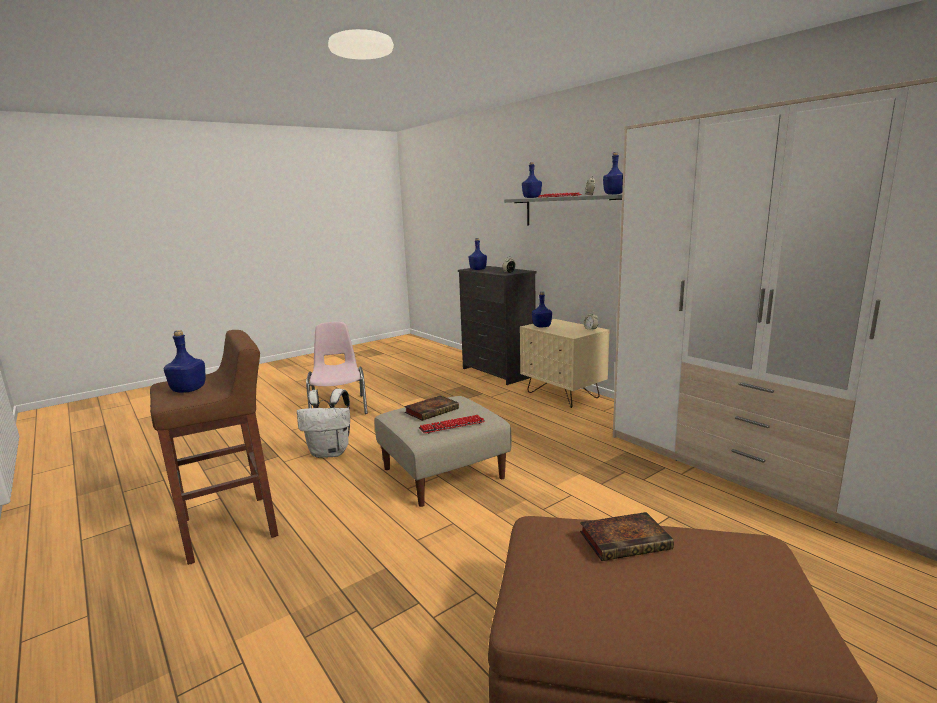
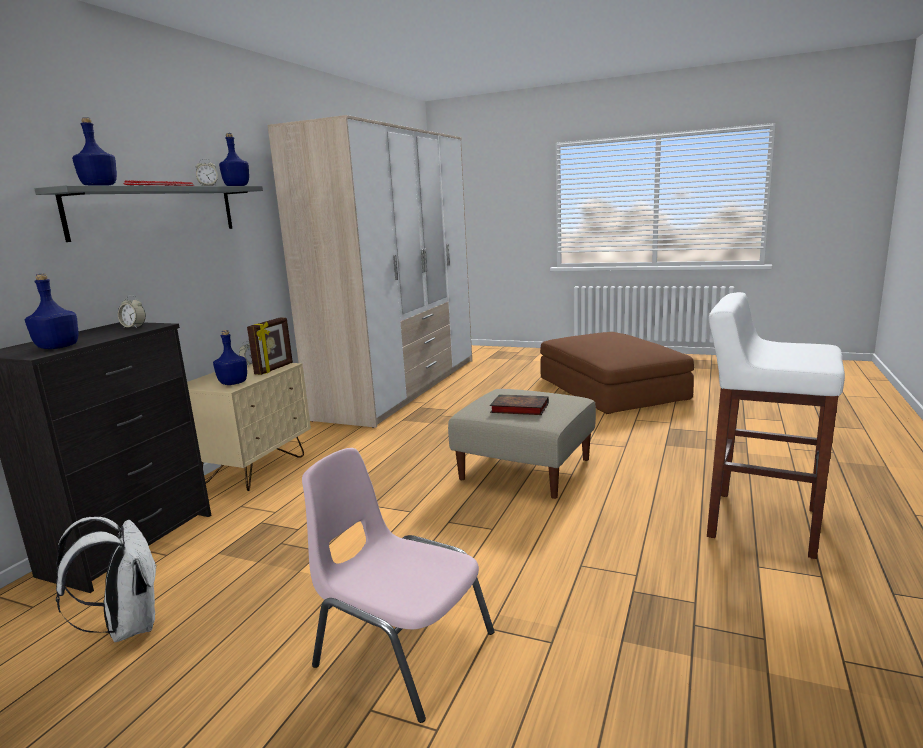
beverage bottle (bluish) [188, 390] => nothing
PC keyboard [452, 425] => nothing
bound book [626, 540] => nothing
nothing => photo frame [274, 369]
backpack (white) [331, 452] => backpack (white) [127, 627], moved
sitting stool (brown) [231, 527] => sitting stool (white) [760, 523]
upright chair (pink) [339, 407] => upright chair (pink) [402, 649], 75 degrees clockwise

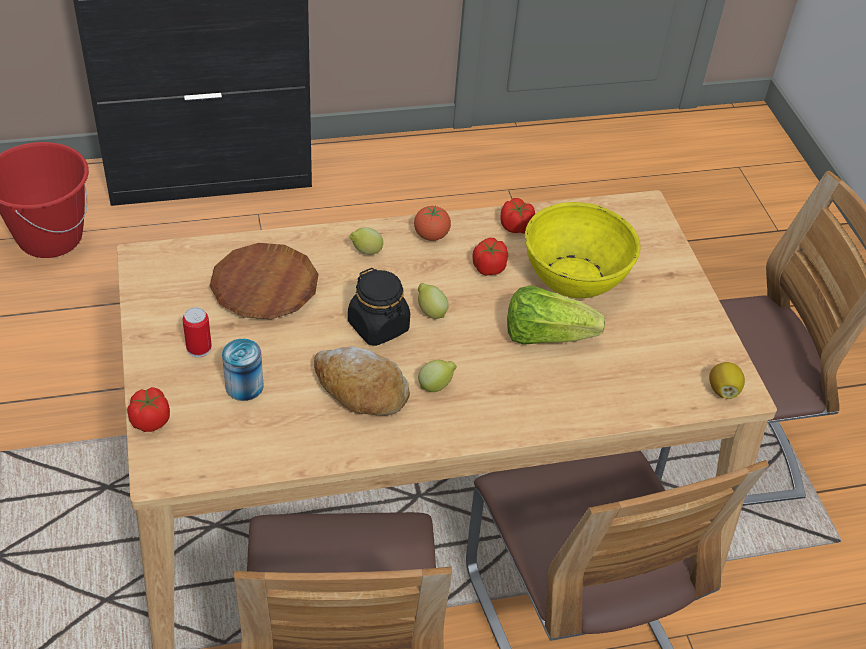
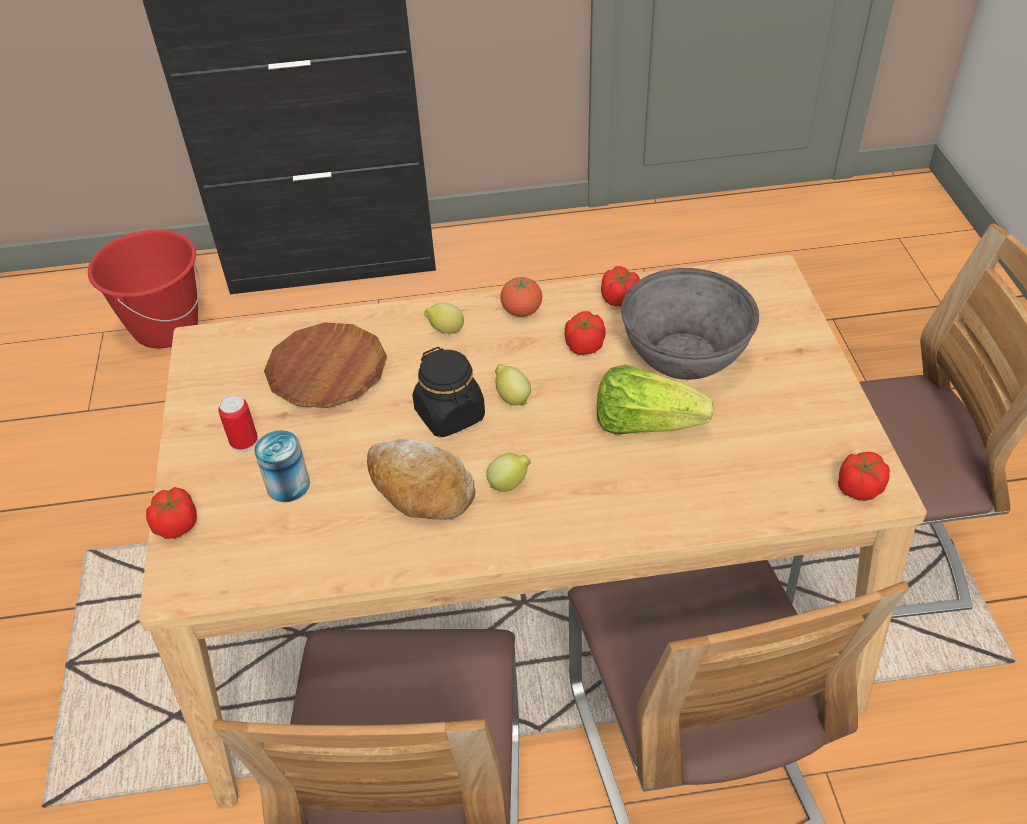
whole lemon [723, 390] => whole tomato [858, 488]
deep dish (yellowish) [575, 277] => deep dish (grey) [684, 355]

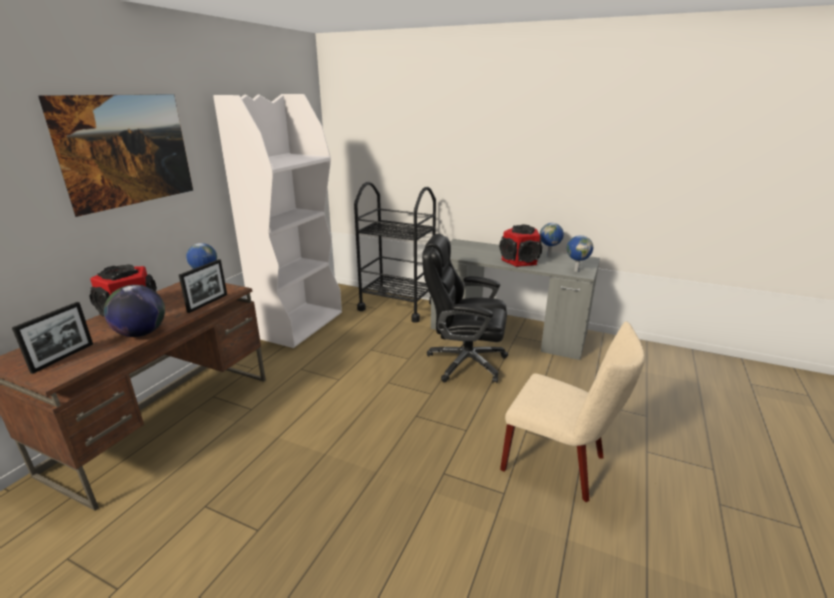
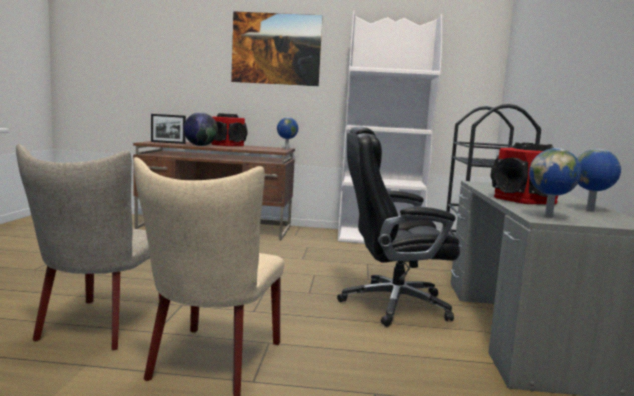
photo frame [208, 303] => nothing
nothing => upright chair (sand-coloured) [98, 327]
desk chair (blackish) [464, 362] => desk chair (blackish) [392, 304], 90 degrees counterclockwise

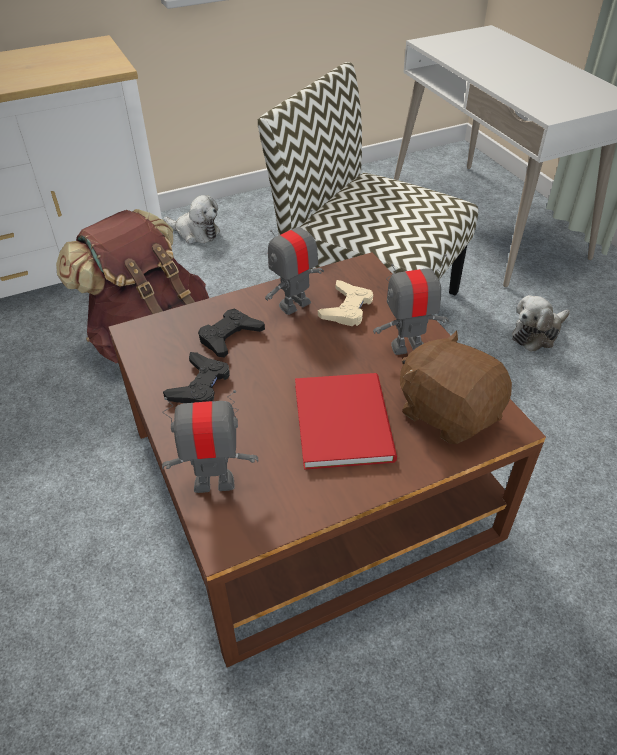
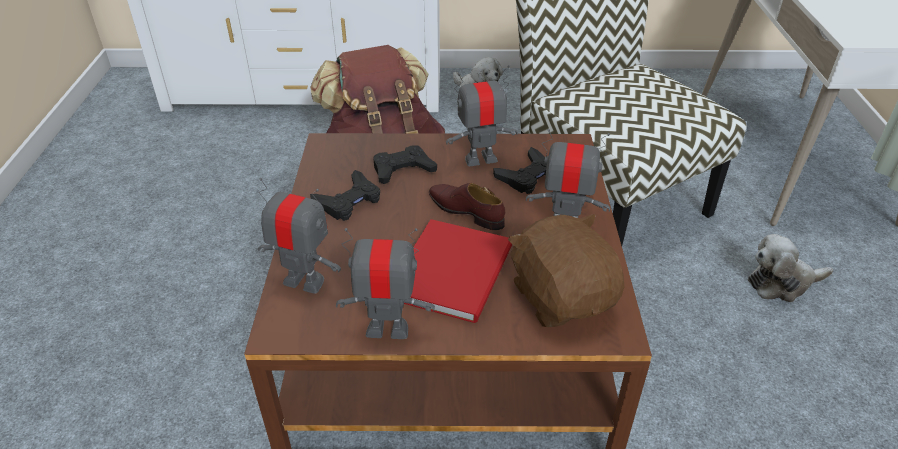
nothing => model robot [387, 329]
nothing => item of footwear (brown) [466, 211]
joypad (sand-coloured) [347, 308] => joypad (blackish) [528, 176]

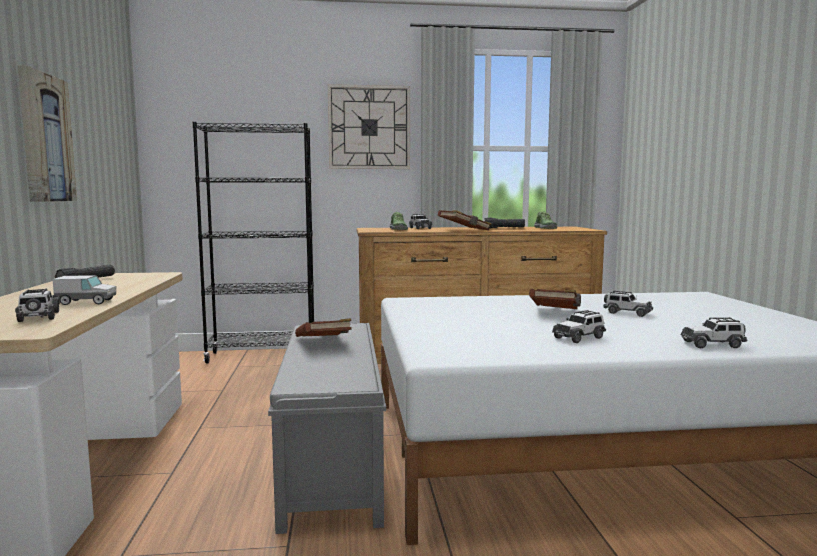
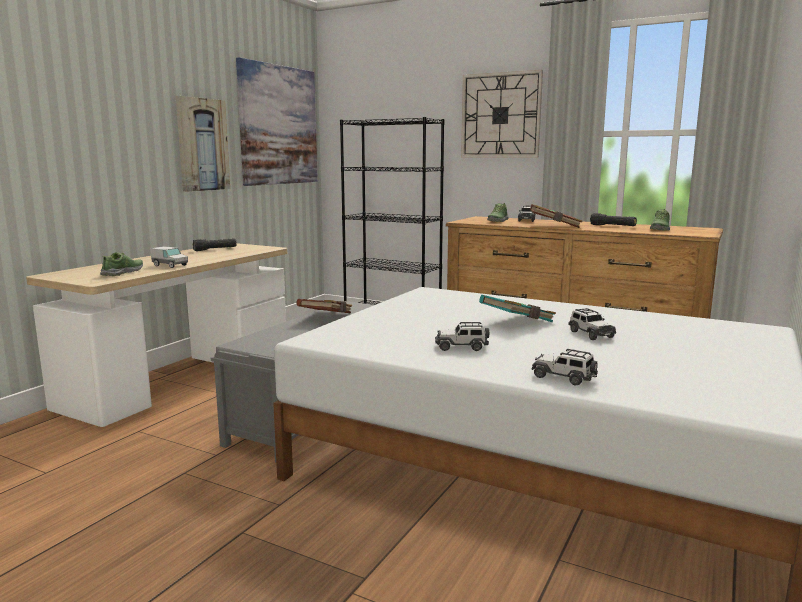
nothing => wall picture [278, 125]
toy car [39, 317] => item of footwear [123, 272]
bound book (brown) [556, 313] => bound book (turquoise-coloured) [518, 322]

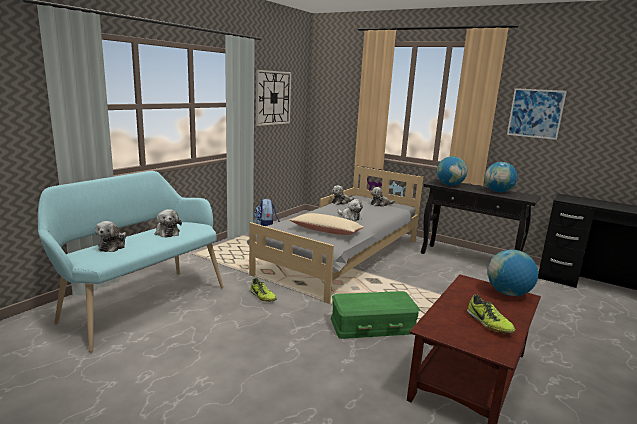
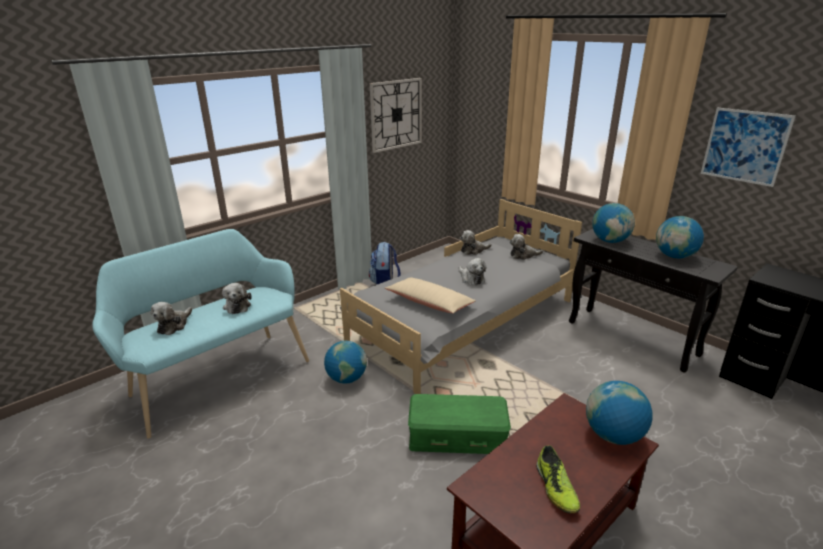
item of footwear [262, 297] => globe [346, 378]

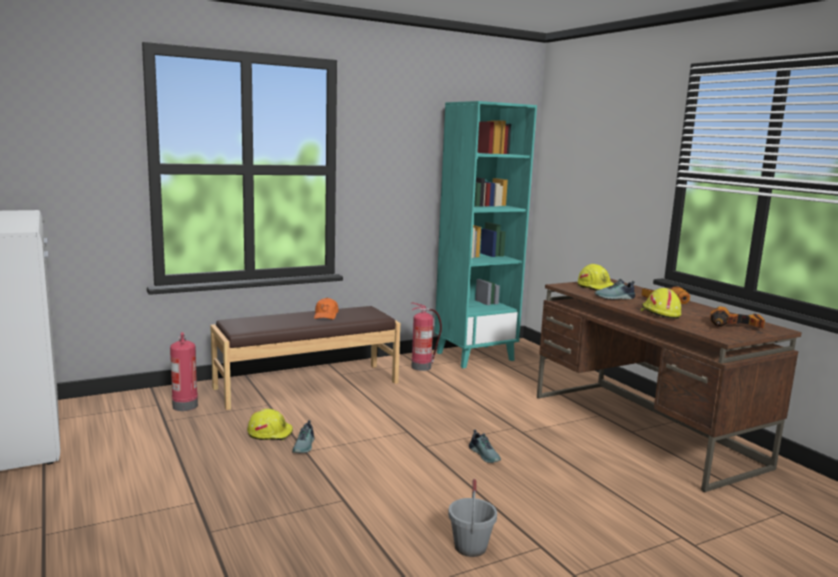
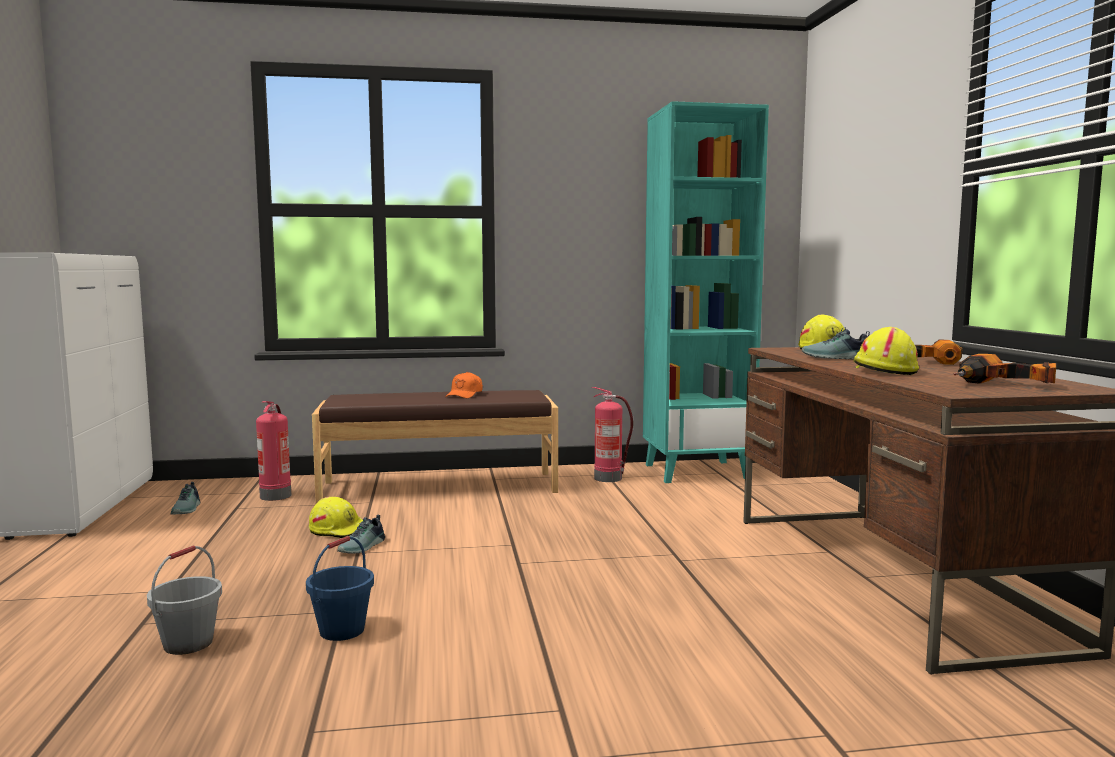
nothing => water bucket (bluish) [342, 630]
water bucket (grey) [470, 547] => water bucket (grey) [188, 643], moved
item of footwear [485, 455] => item of footwear [188, 509], moved

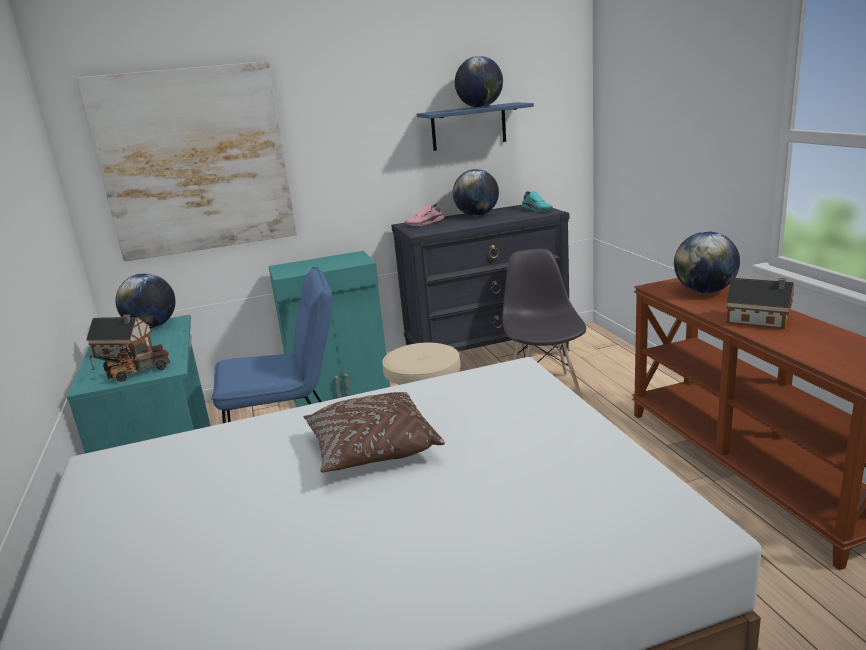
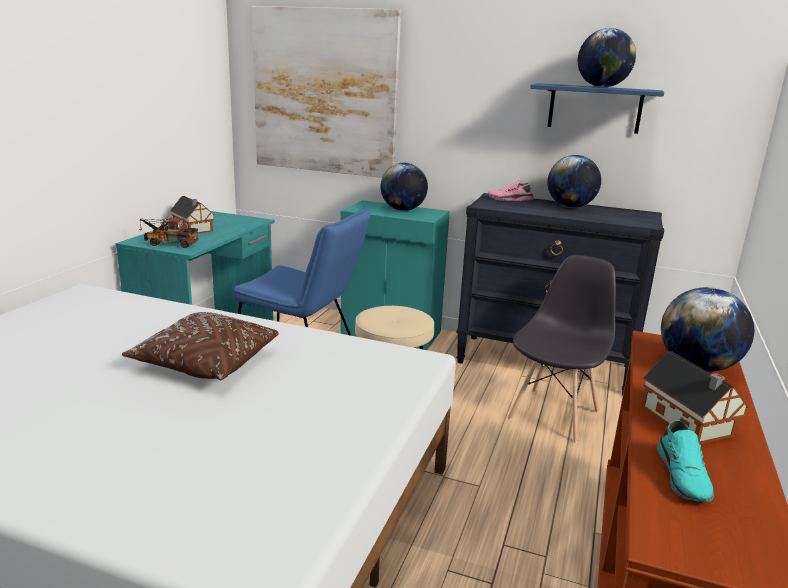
globe [152, 326] => globe [403, 210], moved
item of footwear (turquoise-coloured) [538, 209] => item of footwear (turquoise-coloured) [684, 476], moved

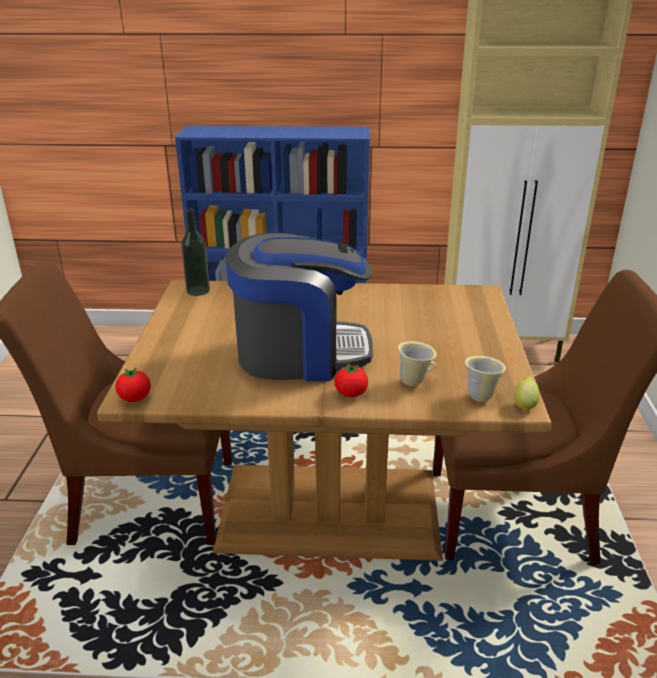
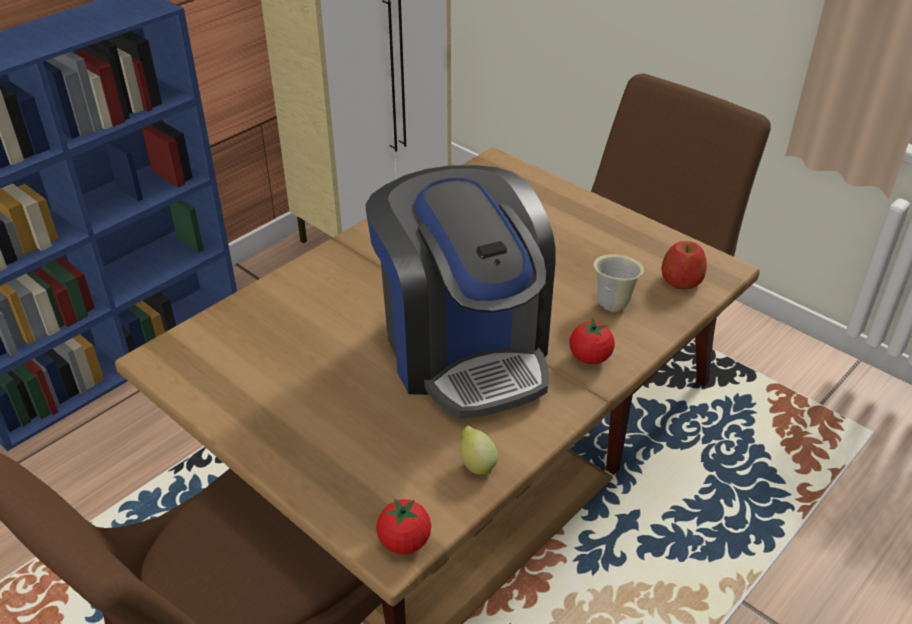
beverage bottle [198, 290] => nothing
whole lemon [525, 405] => whole lemon [476, 464], moved
tea mug (sand-coloured) [481, 396] => apple fruit [682, 280]
coffee machine [300, 353] => coffee machine [464, 348], 120 degrees clockwise

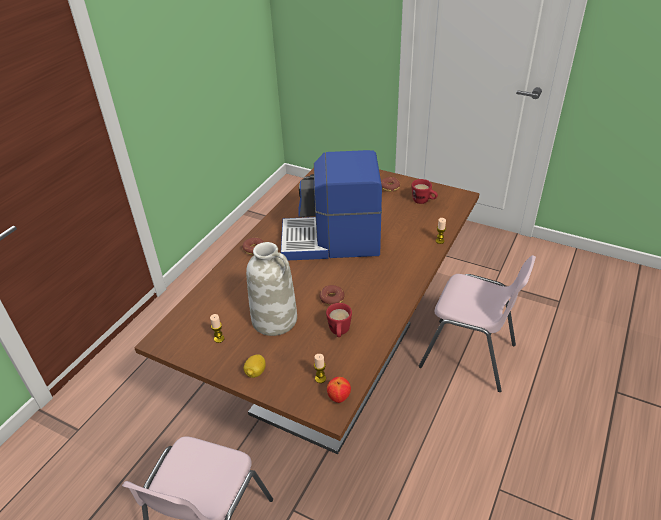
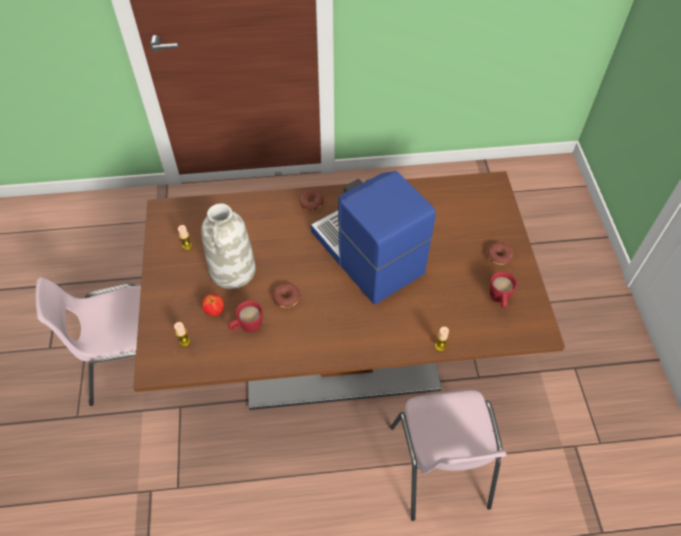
whole lemon [255, 372] => nothing
apple fruit [339, 398] => apple fruit [215, 311], moved

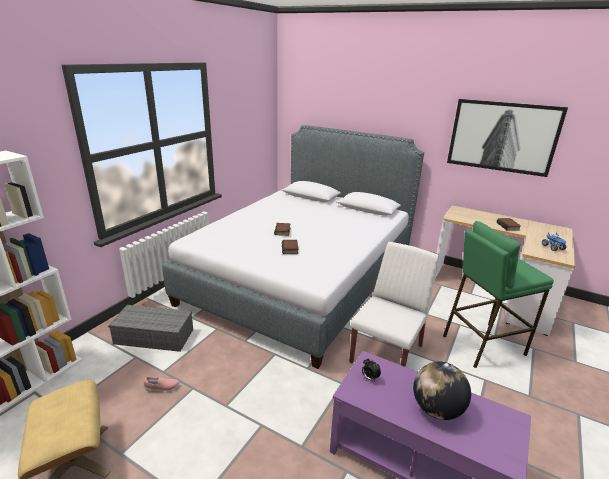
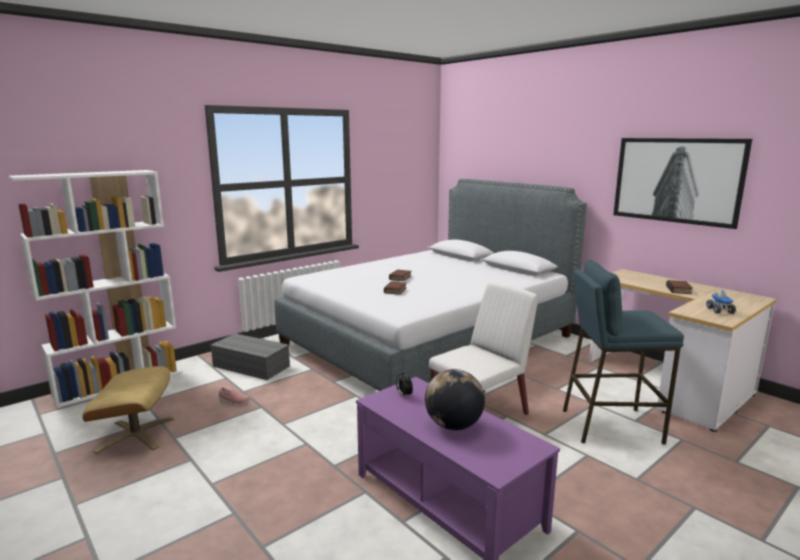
sitting stool (green) [482, 344] => sitting stool (bluish) [610, 425]

